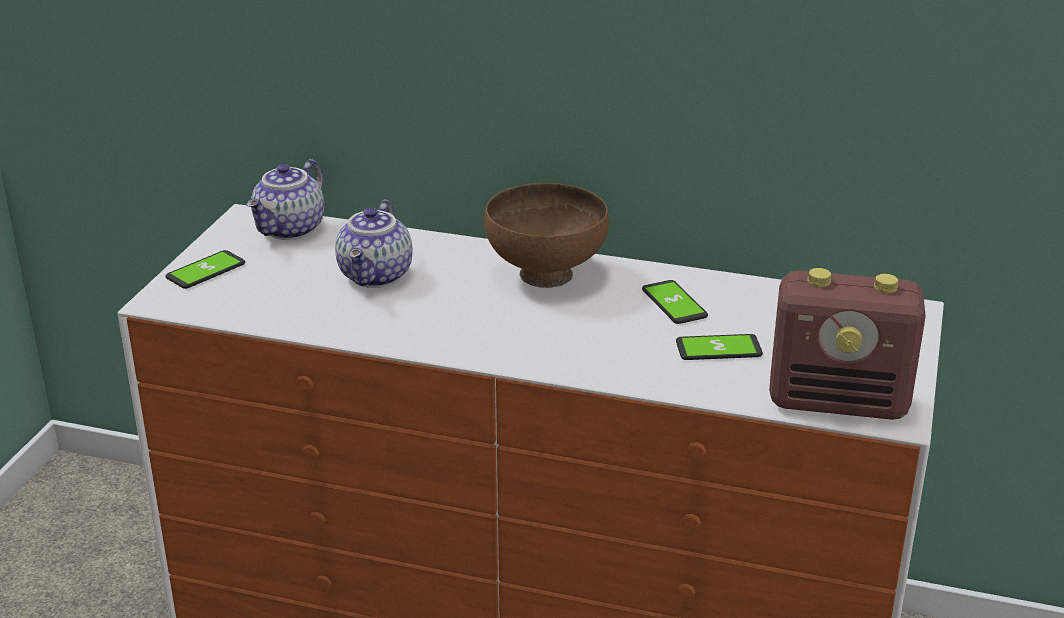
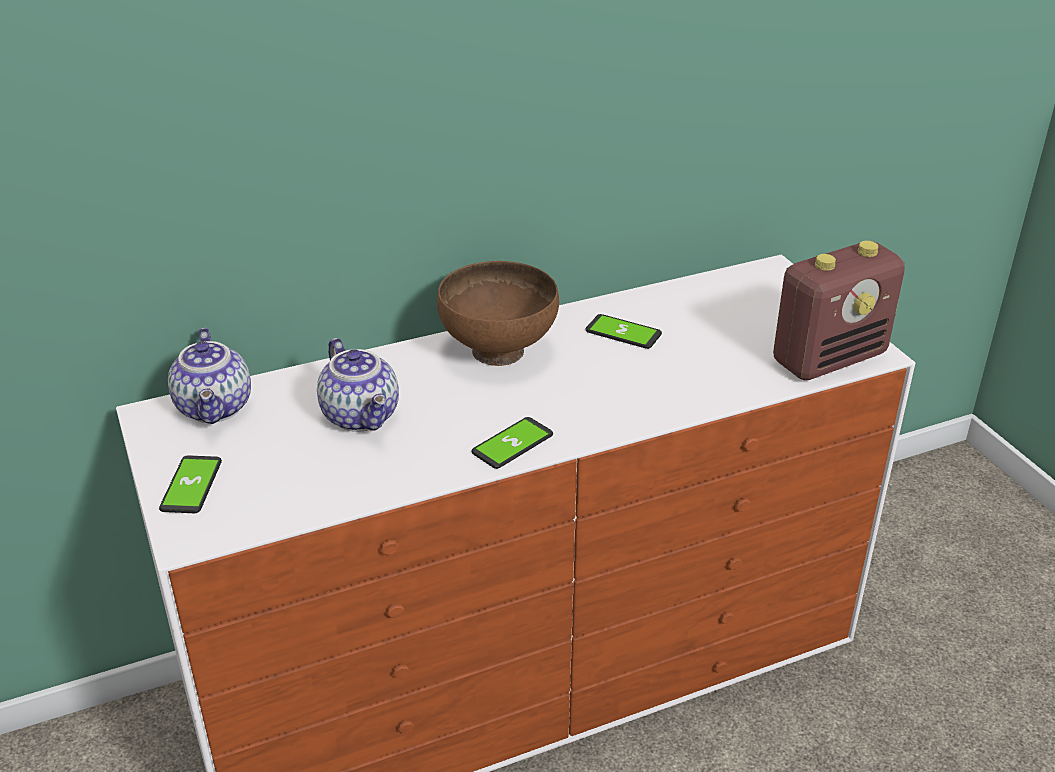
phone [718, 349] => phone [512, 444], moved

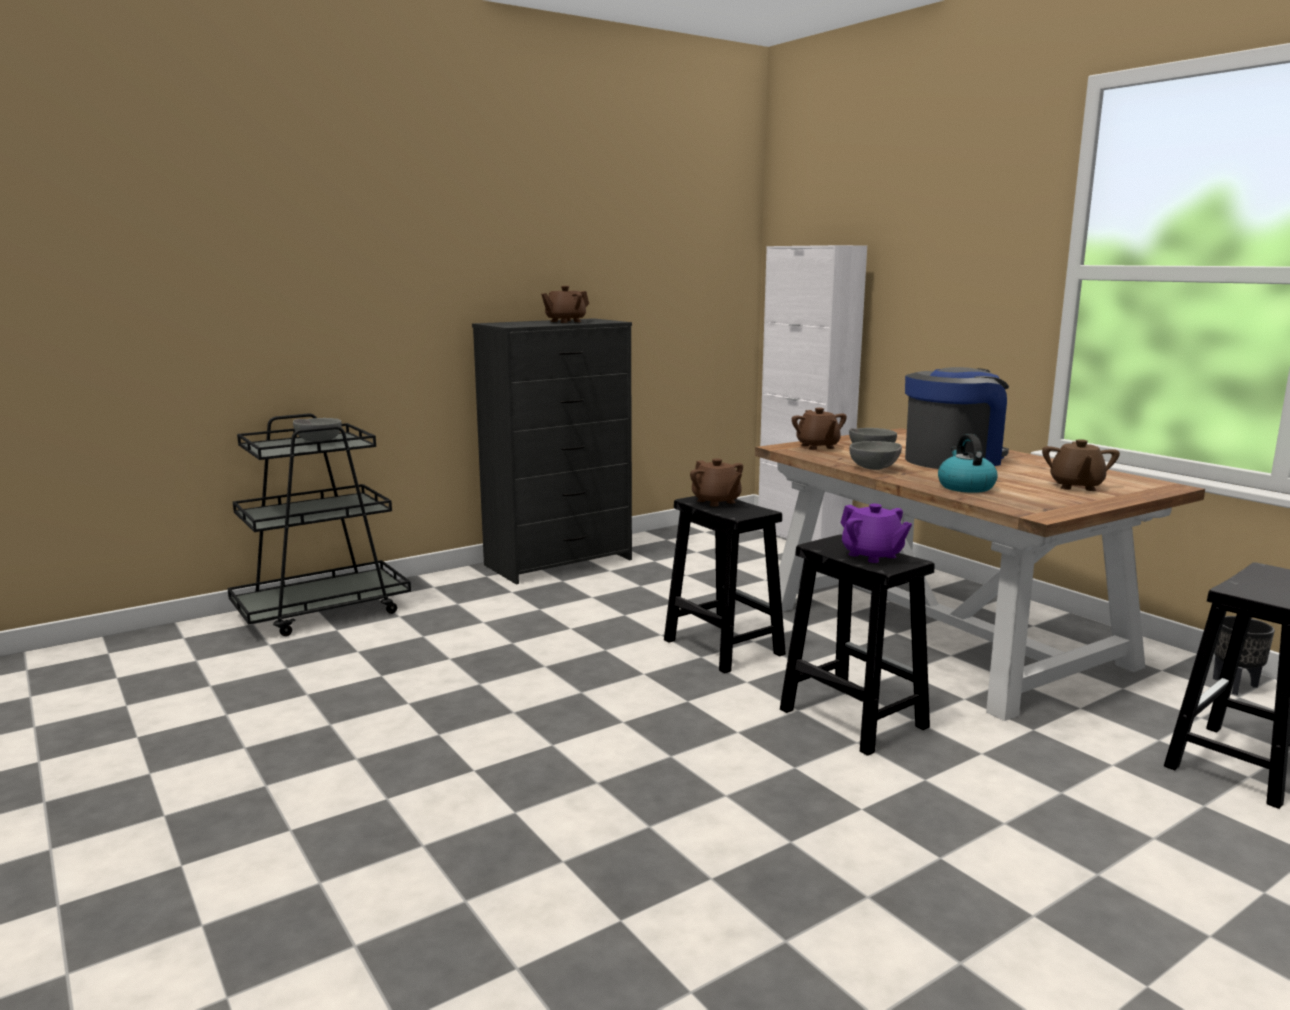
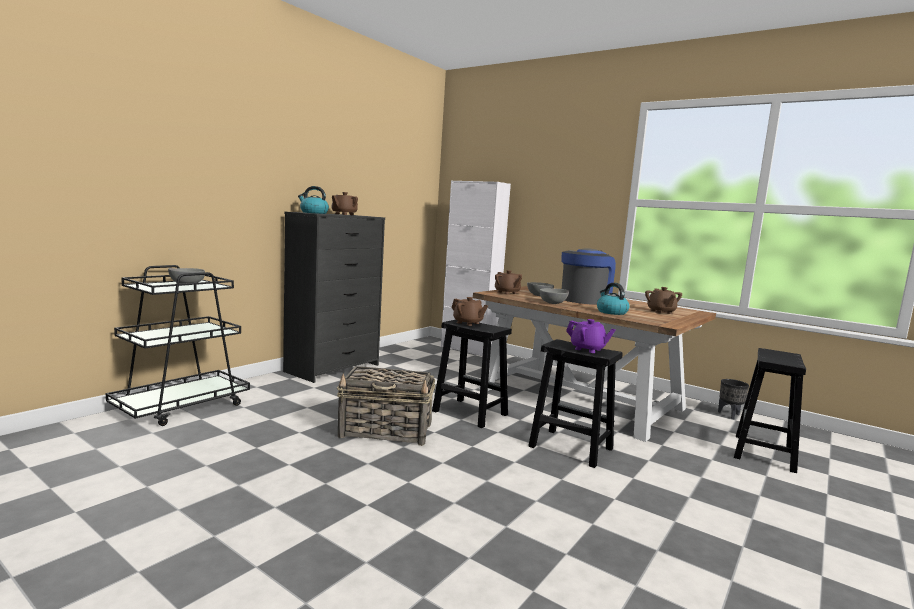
nothing => water kettle [313, 213]
nothing => storage basket [387, 431]

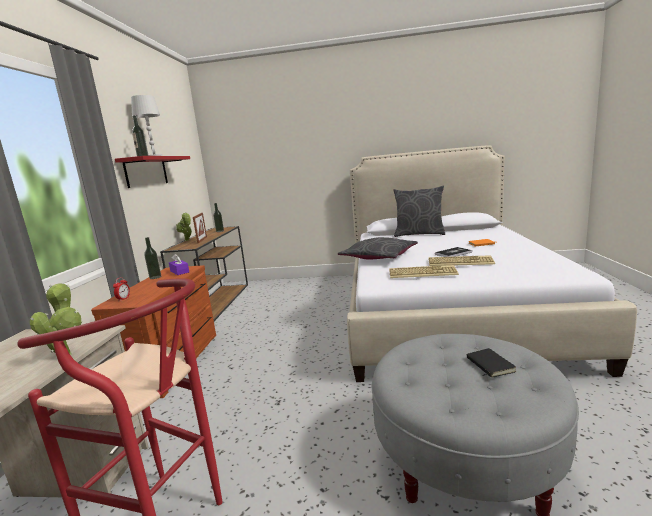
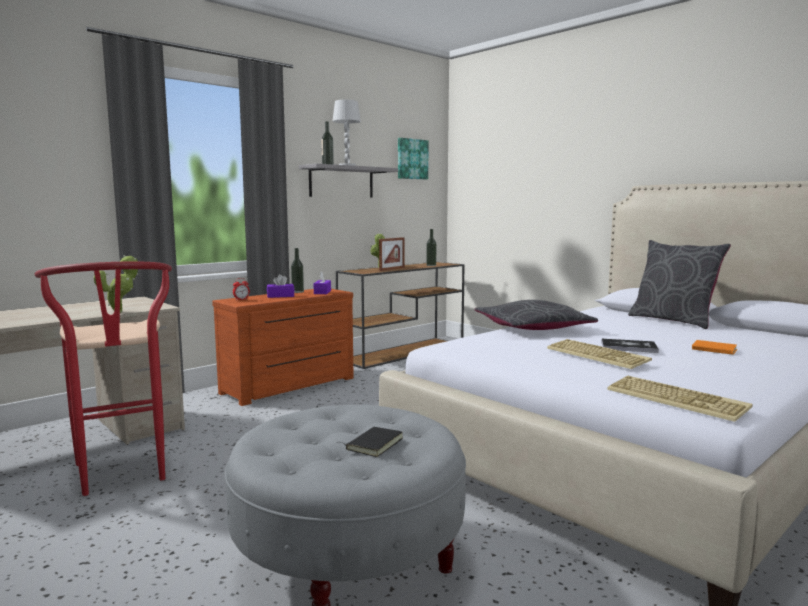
nothing => box of tissues (purplish) [280, 296]
nothing => wall picture [411, 159]
PC keyboard [423, 272] => PC keyboard [678, 399], moved
wall shelf (reddish) [146, 172] => wall shelf (grey) [341, 182]

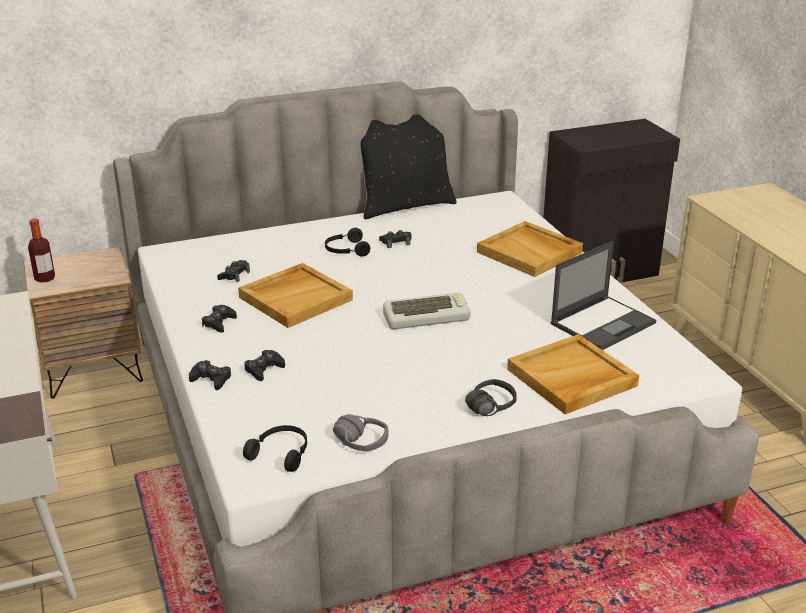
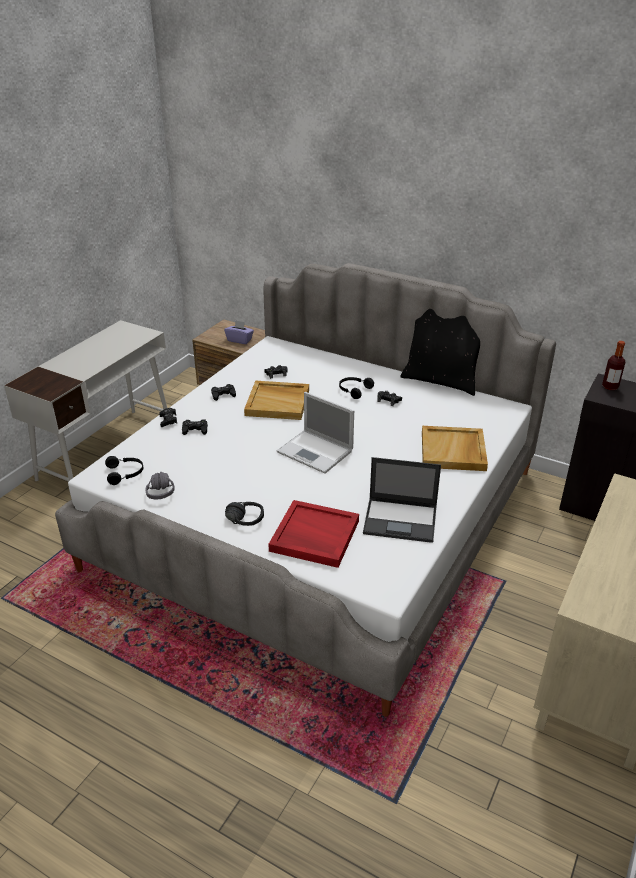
nothing => box of tissues (purplish) [239, 340]
beverage bottle [45, 278] => beverage bottle [610, 387], moved
PC keyboard [426, 316] => notebook computer [316, 452]
tray (sand-coloured) [571, 378] => tray (reddish) [314, 536]

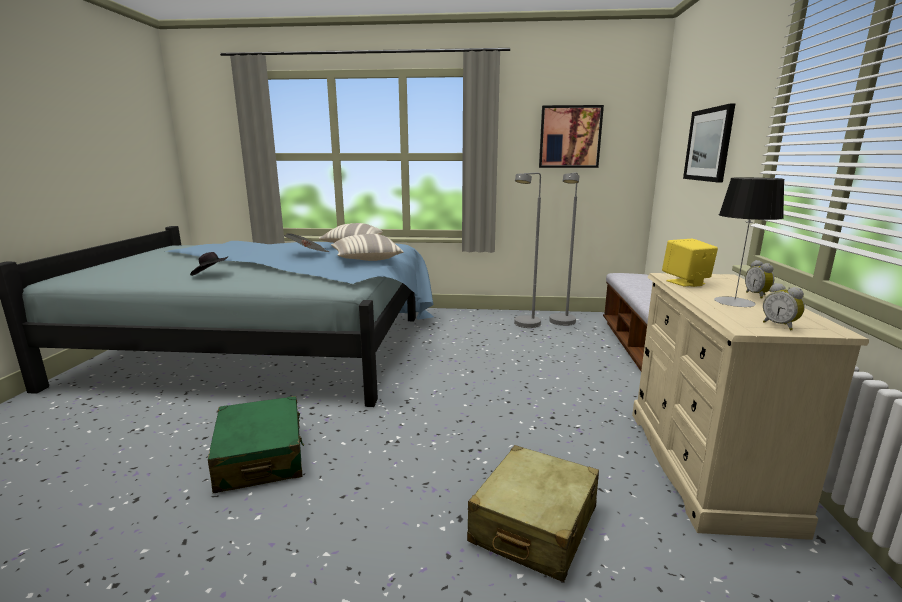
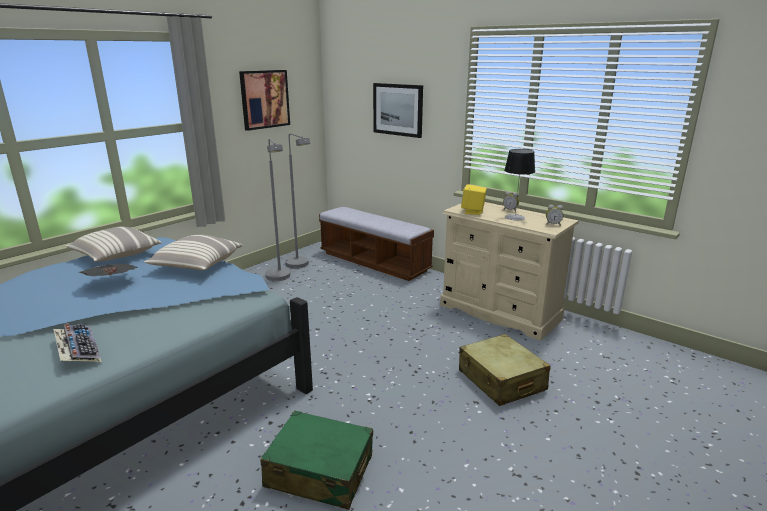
hat (blackish) [211, 275] => PC keyboard [77, 350]

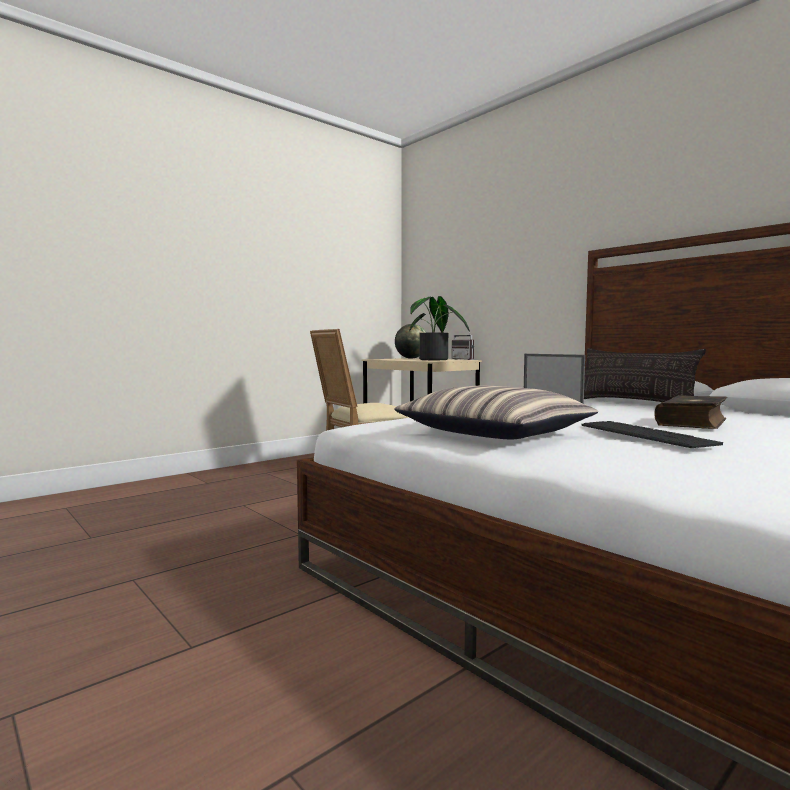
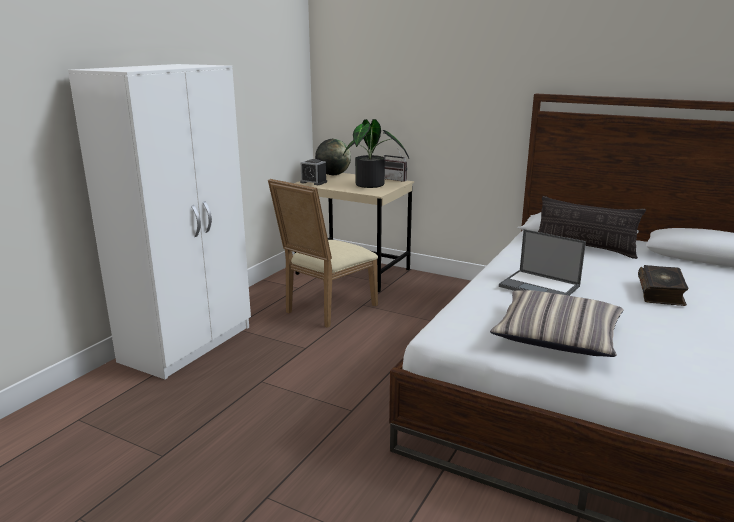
PC keyboard [644, 434] => nothing
nothing => clothes cupboard (white) [189, 343]
nothing => bedside clock [313, 182]

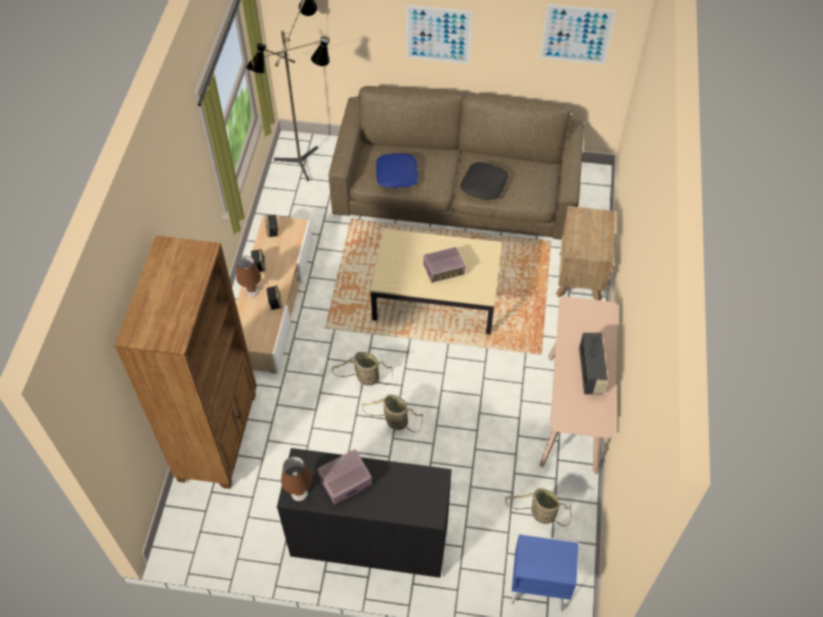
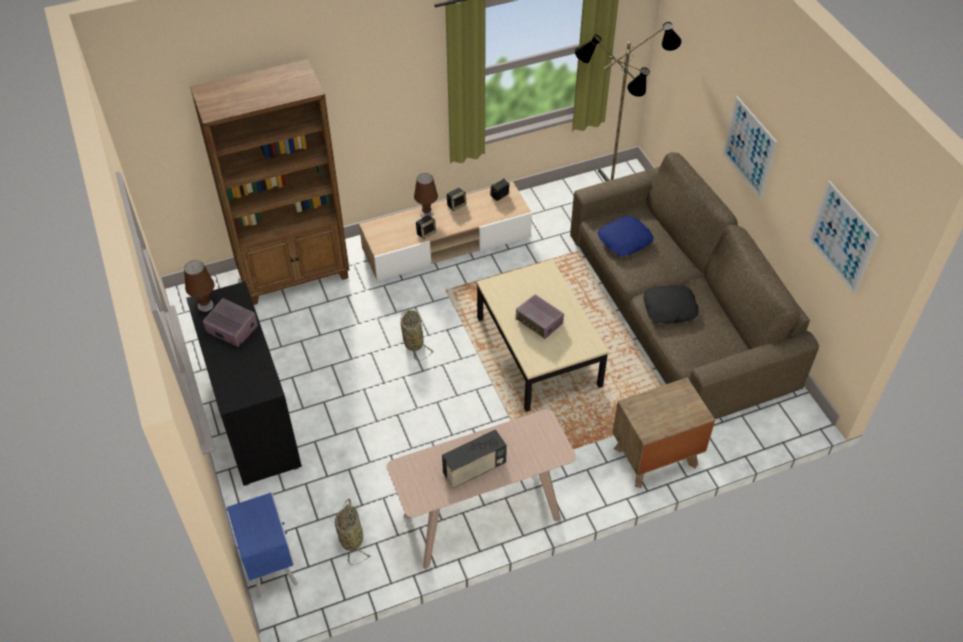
storage basket [394, 421] => nothing

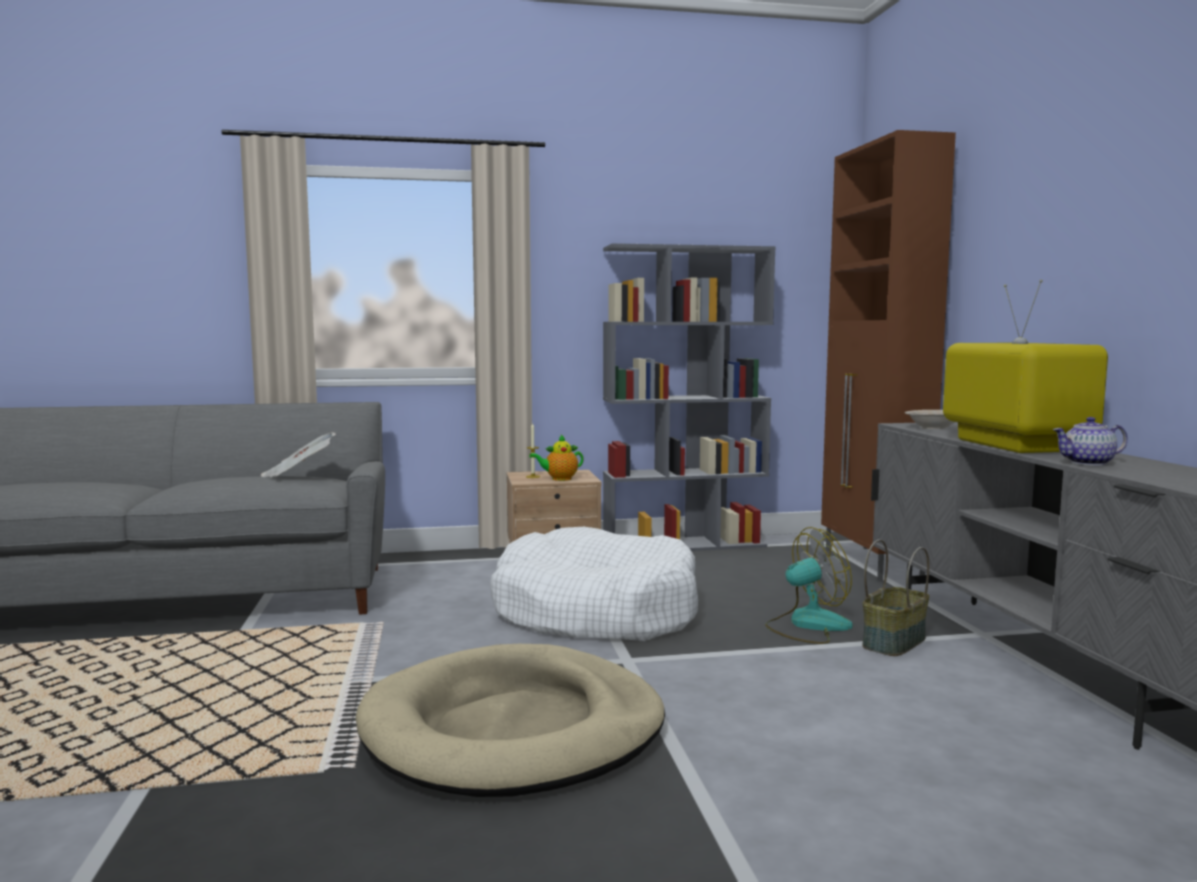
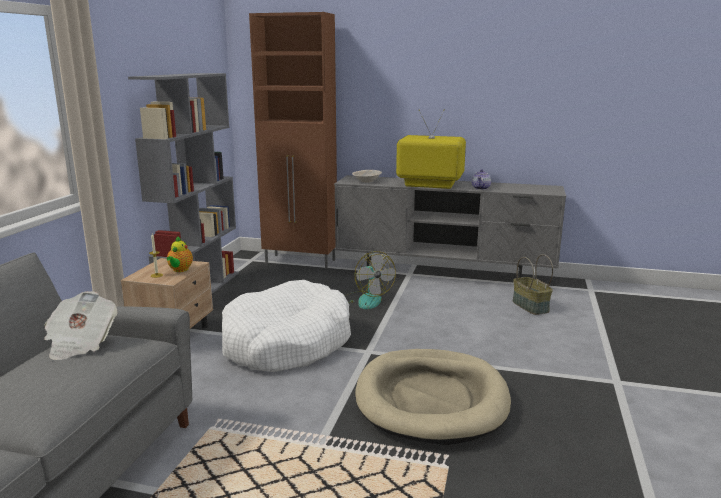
storage basket [893, 642] => storage basket [529, 306], moved
fan [807, 625] => fan [366, 300], 150 degrees clockwise

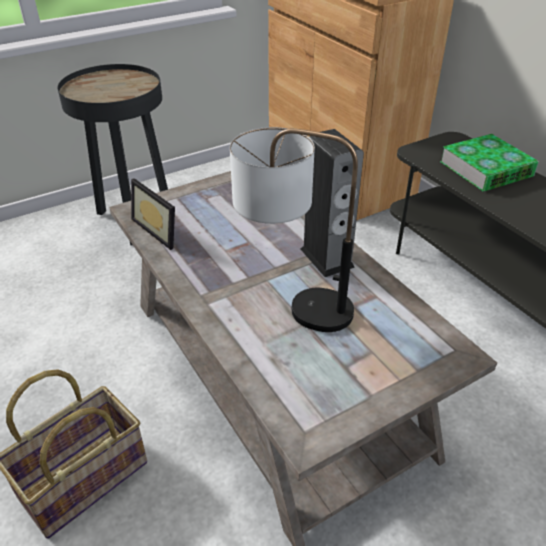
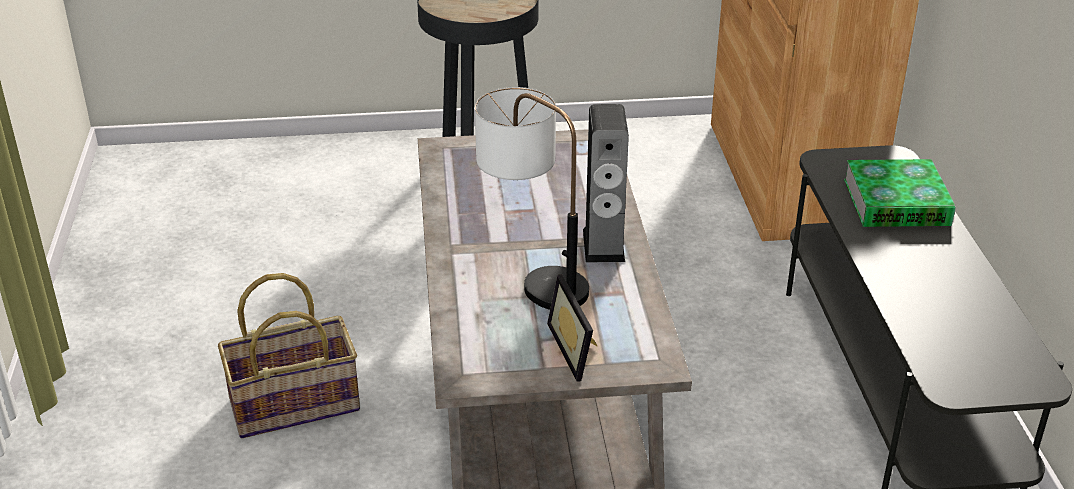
photo frame [161, 229] => photo frame [578, 349], moved

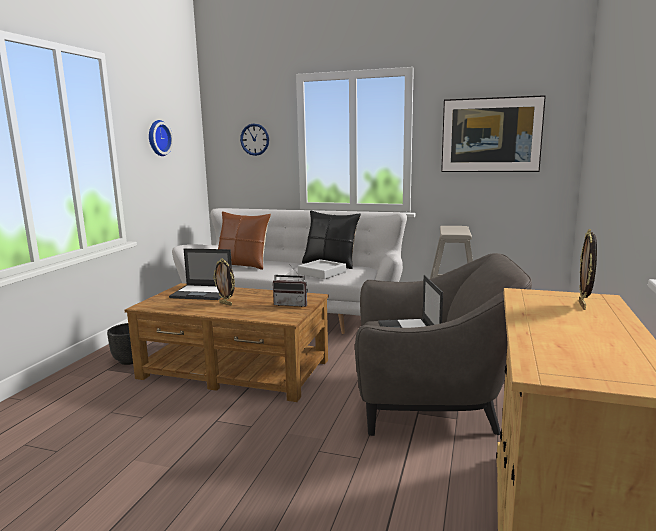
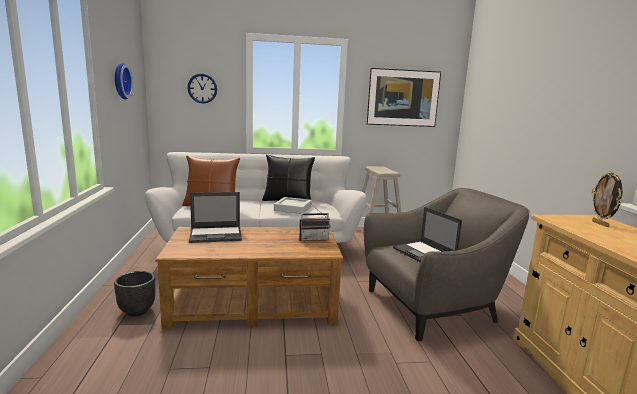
photo frame [226, 304] => nothing

